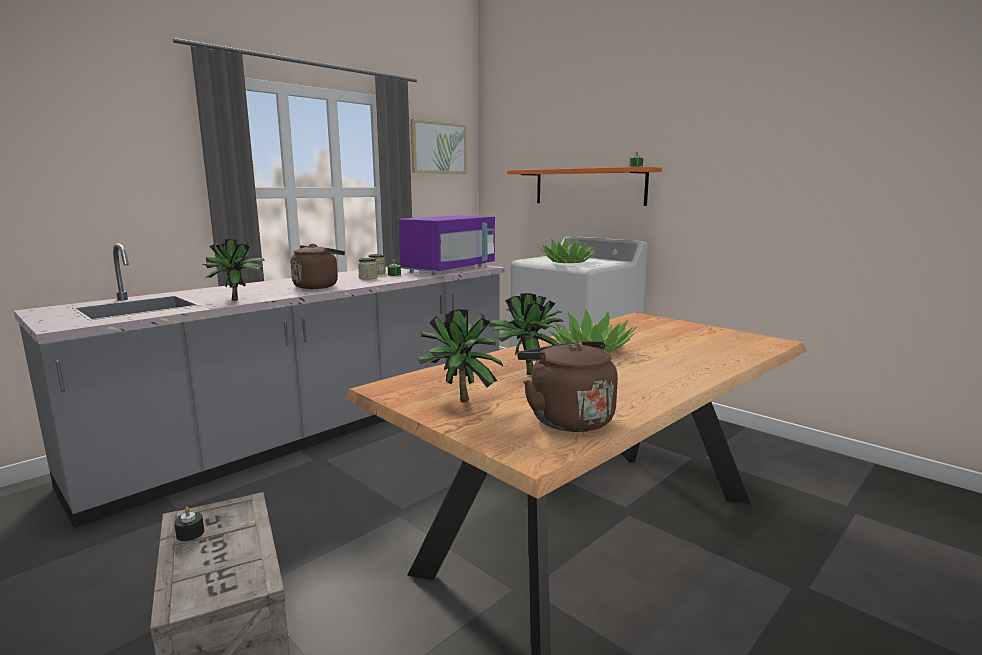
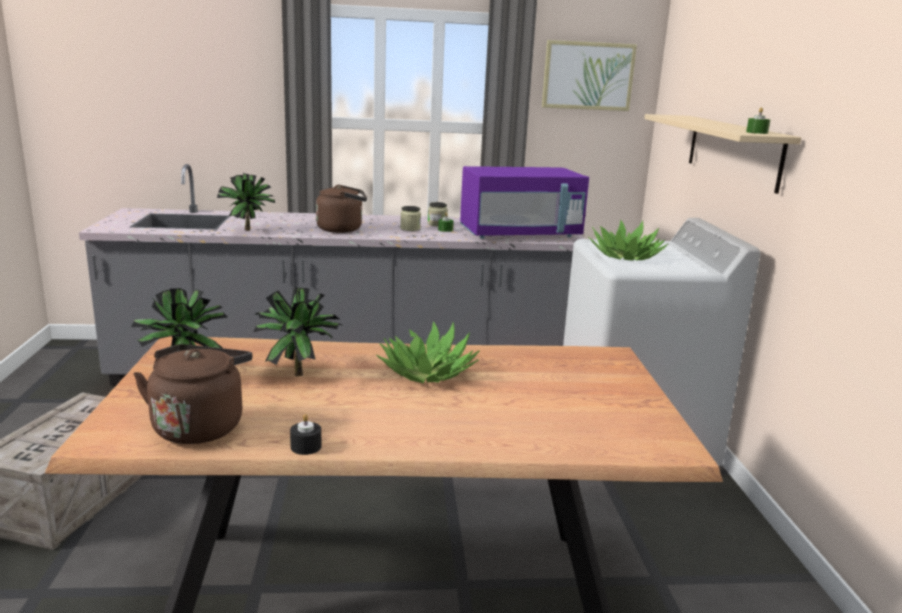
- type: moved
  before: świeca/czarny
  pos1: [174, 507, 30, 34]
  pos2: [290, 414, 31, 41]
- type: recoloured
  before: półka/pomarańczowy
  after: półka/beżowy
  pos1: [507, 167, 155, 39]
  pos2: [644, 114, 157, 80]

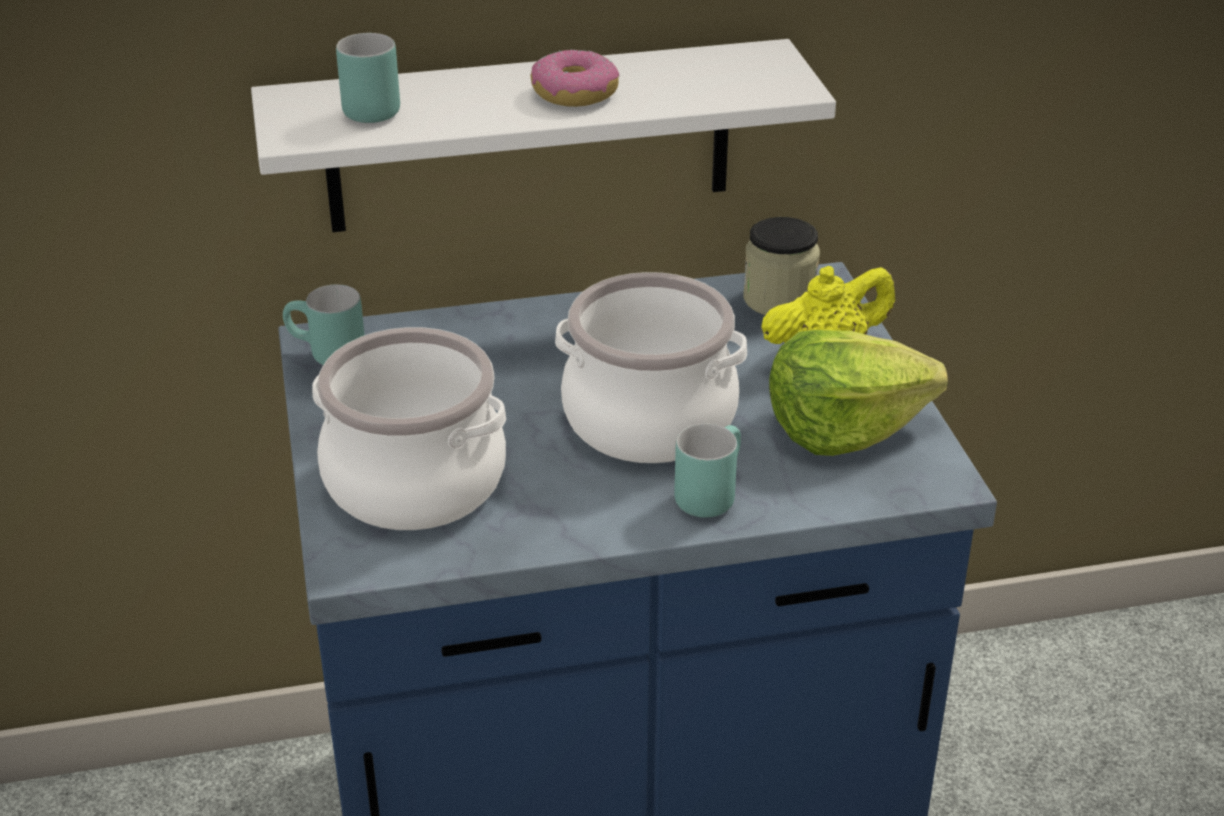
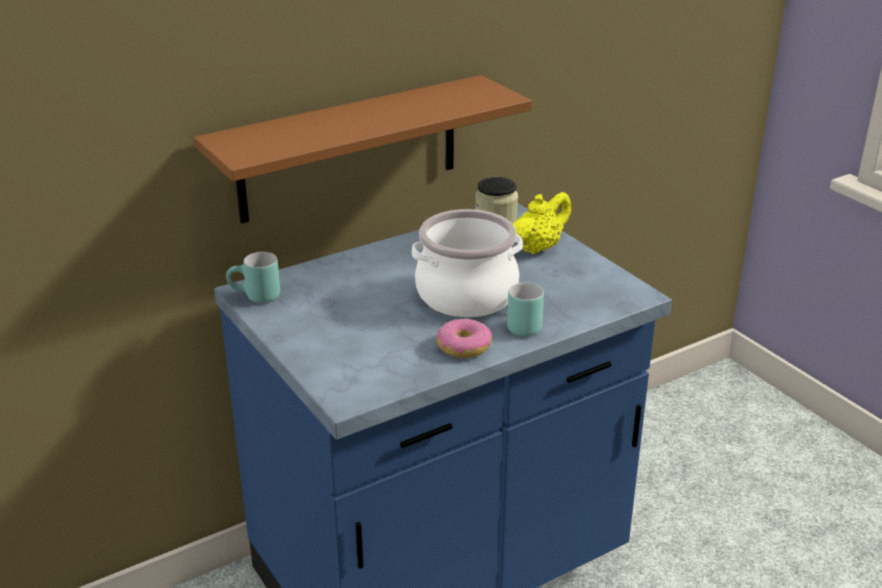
- type: recoloured
  before: półka/biały
  after: półka/brązowy
  pos1: [251, 39, 585, 193]
  pos2: [194, 75, 338, 149]
- type: removed
  before: garnek
  pos1: [312, 327, 194, 203]
- type: removed
  before: kubek/turkusowy
  pos1: [336, 33, 64, 90]
- type: moved
  before: donut
  pos1: [531, 49, 88, 58]
  pos2: [436, 318, 56, 40]
- type: removed
  before: sałata
  pos1: [769, 330, 179, 126]

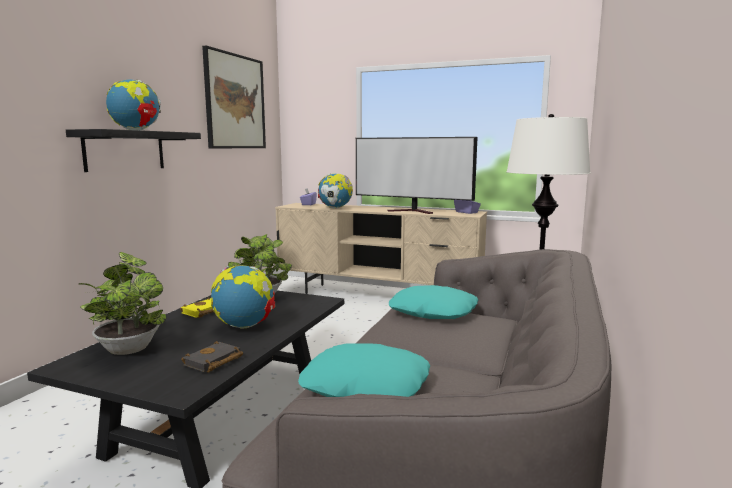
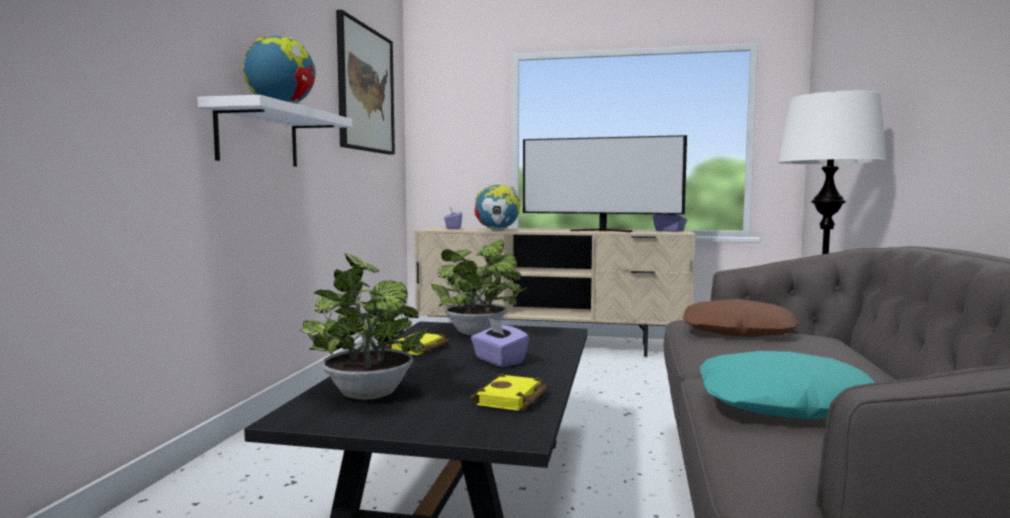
- type: recoloured
  before: półka/czarny
  after: półka/biały
  pos1: [66, 129, 135, 43]
  pos2: [197, 95, 155, 72]
- type: recoloured
  before: książka/czarny
  after: książka/żółty
  pos1: [181, 341, 62, 31]
  pos2: [470, 373, 78, 38]
- type: replaced
  before: globus
  after: pudełko chusteczek/fioletowy
  pos1: [211, 265, 64, 64]
  pos2: [471, 317, 58, 50]
- type: recoloured
  before: poduszka/turkusowy
  after: poduszka/brązowy
  pos1: [389, 285, 89, 34]
  pos2: [683, 299, 115, 38]

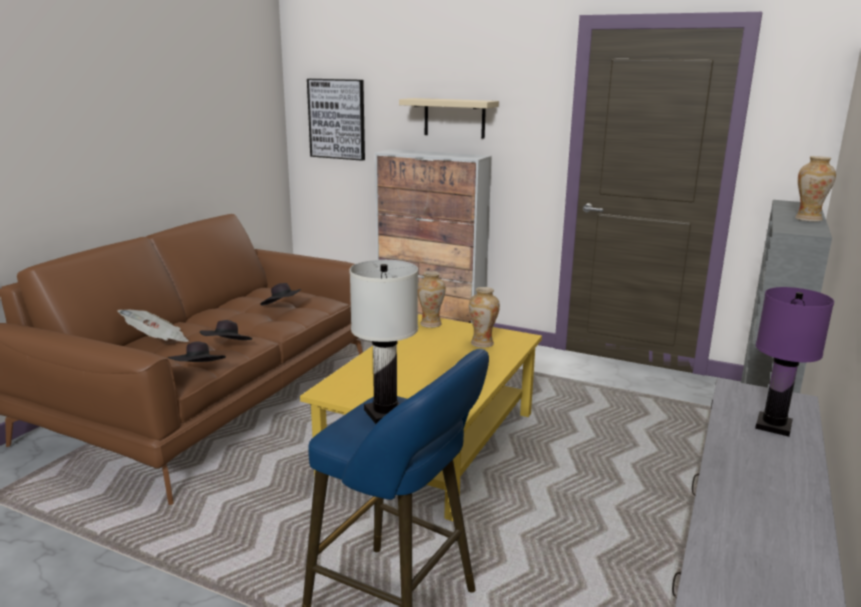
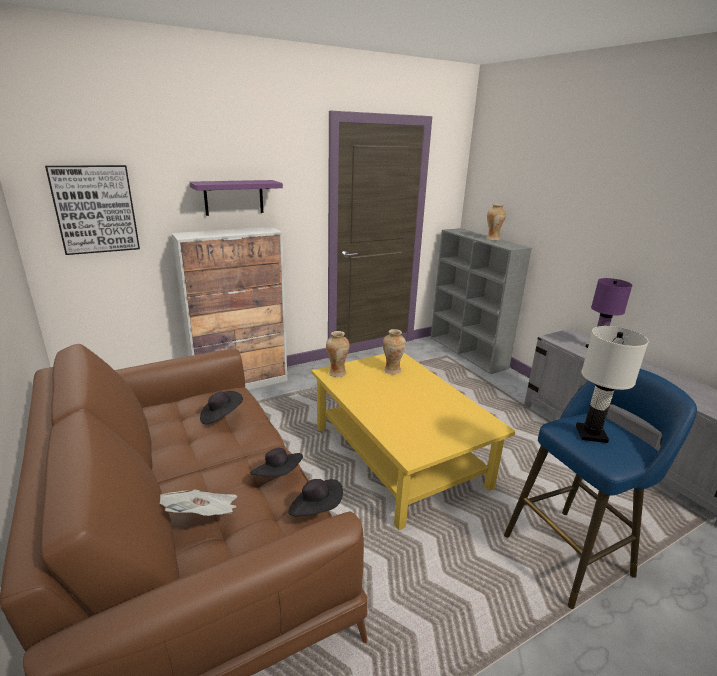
- type: recoloured
  before: półka/beżowy
  after: półka/fioletowy
  pos1: [399, 98, 100, 40]
  pos2: [190, 180, 93, 36]

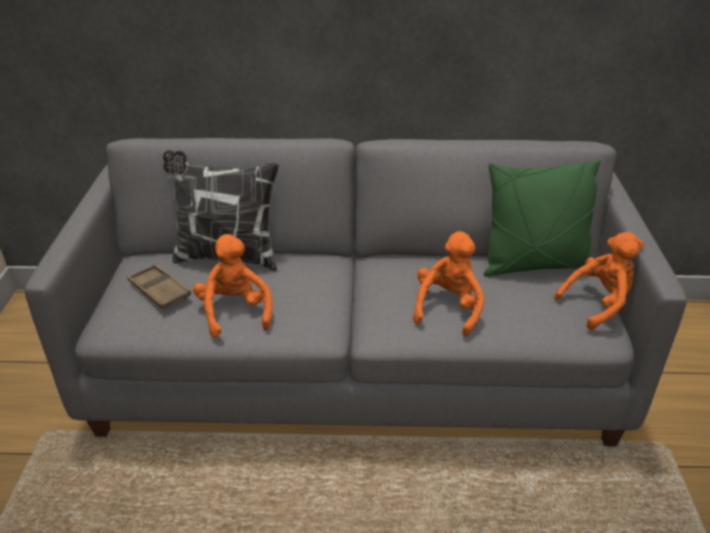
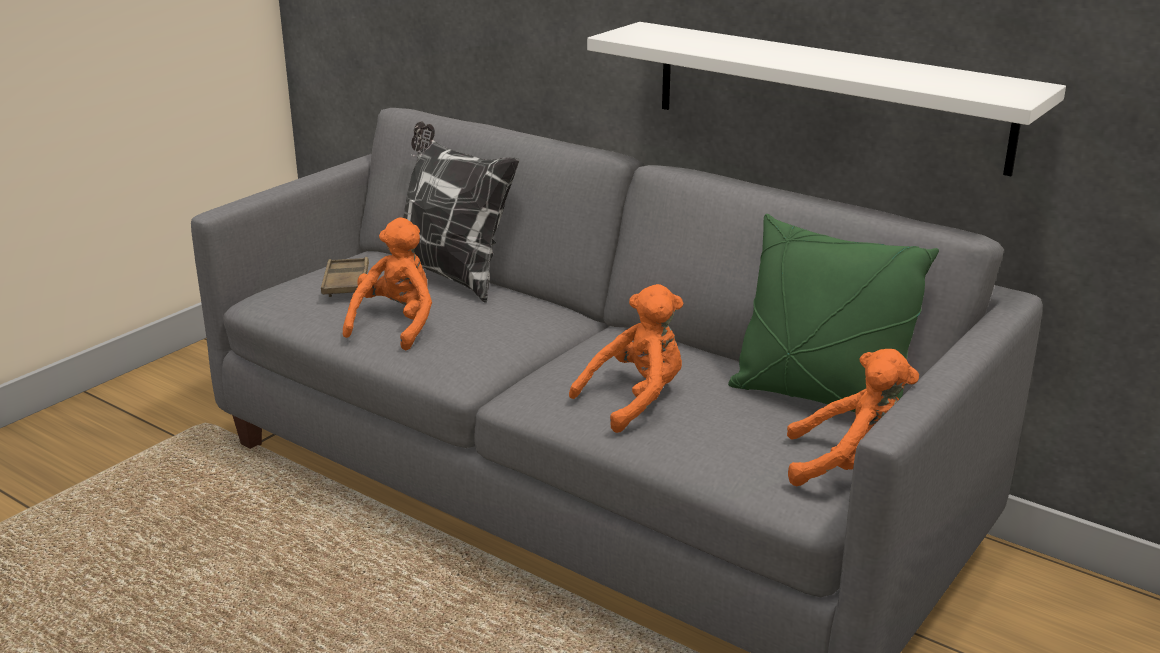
- type: added
  after: półka/biały
  pos2: [587, 22, 479, 154]

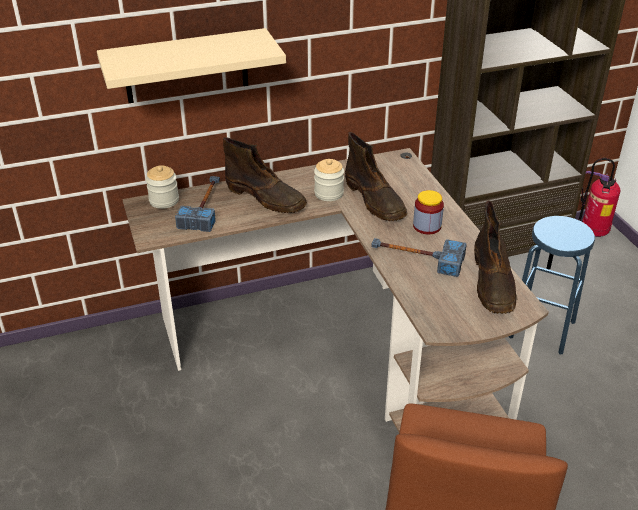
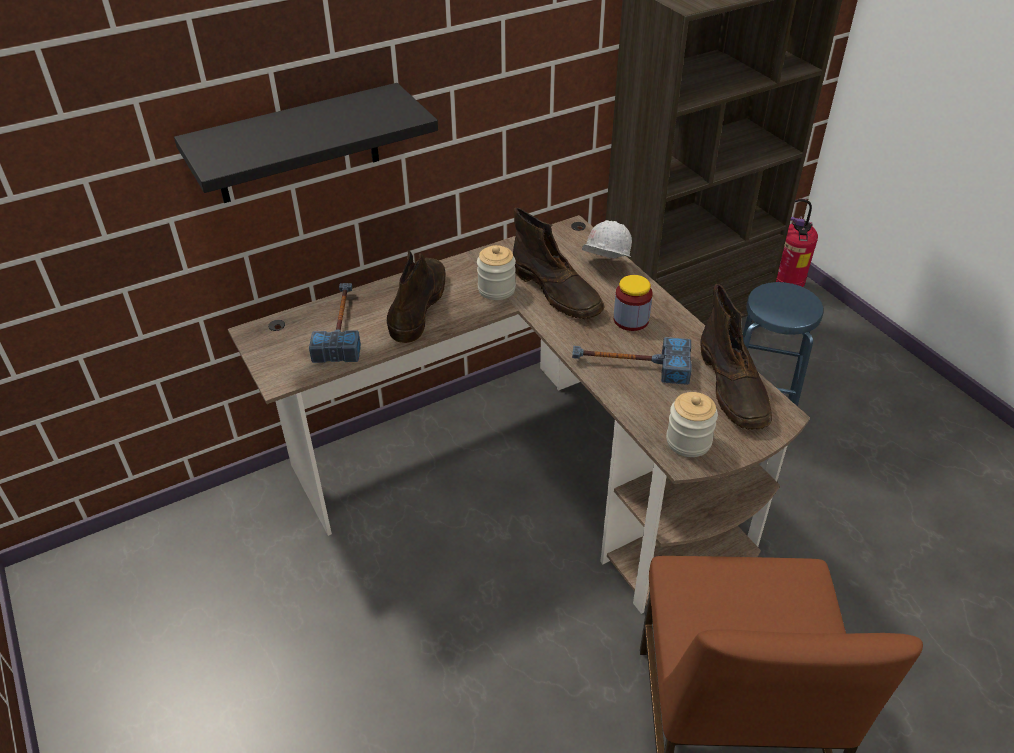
- type: recoloured
  before: półka/beżowy
  after: półka/czarny
  pos1: [97, 28, 189, 75]
  pos2: [174, 83, 264, 120]
- type: moved
  before: słoik
  pos1: [146, 165, 33, 44]
  pos2: [666, 392, 52, 65]
- type: turned
  before: but z cholewką/brązowy
  pos1: [223, 137, 84, 76]
  pos2: [387, 250, 58, 93]
  turn: -105
- type: added
  after: kask/biały
  pos2: [582, 220, 50, 39]

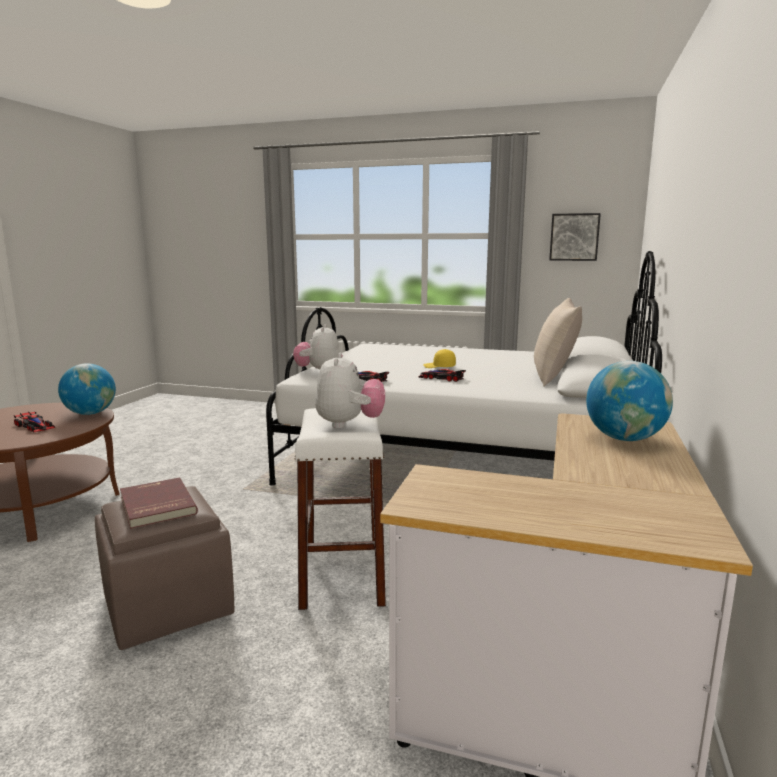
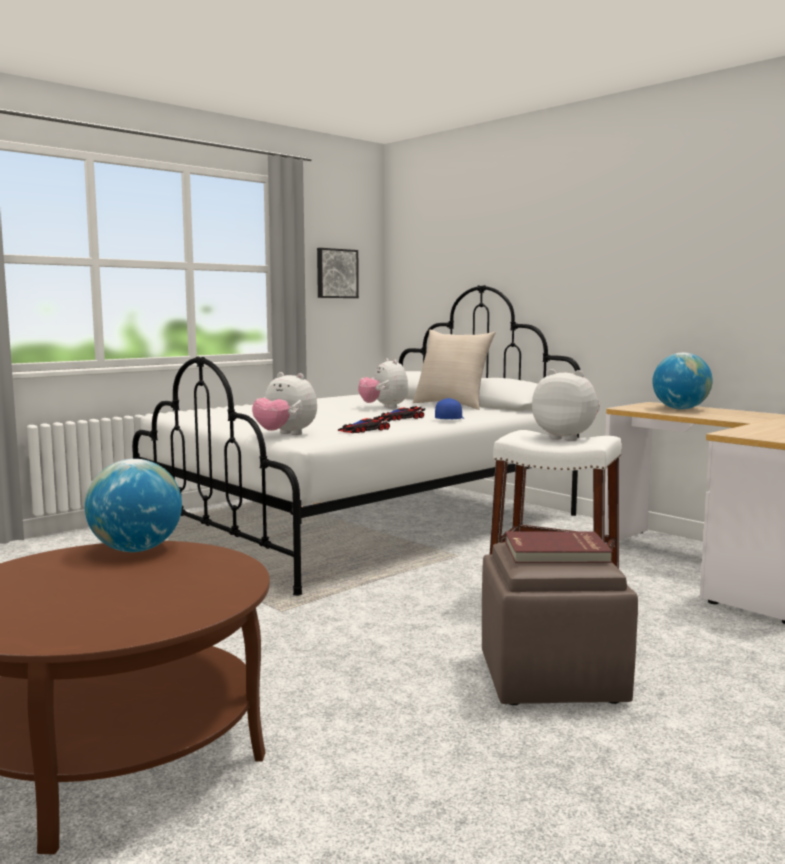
- type: removed
  before: samochodzik
  pos1: [14, 411, 41, 21]
- type: removed
  before: czapka z daszkiem/żółty
  pos1: [423, 349, 33, 19]
- type: added
  after: pluszak
  pos2: [358, 358, 50, 50]
- type: added
  after: czapka z daszkiem/niebieski
  pos2: [435, 398, 30, 21]

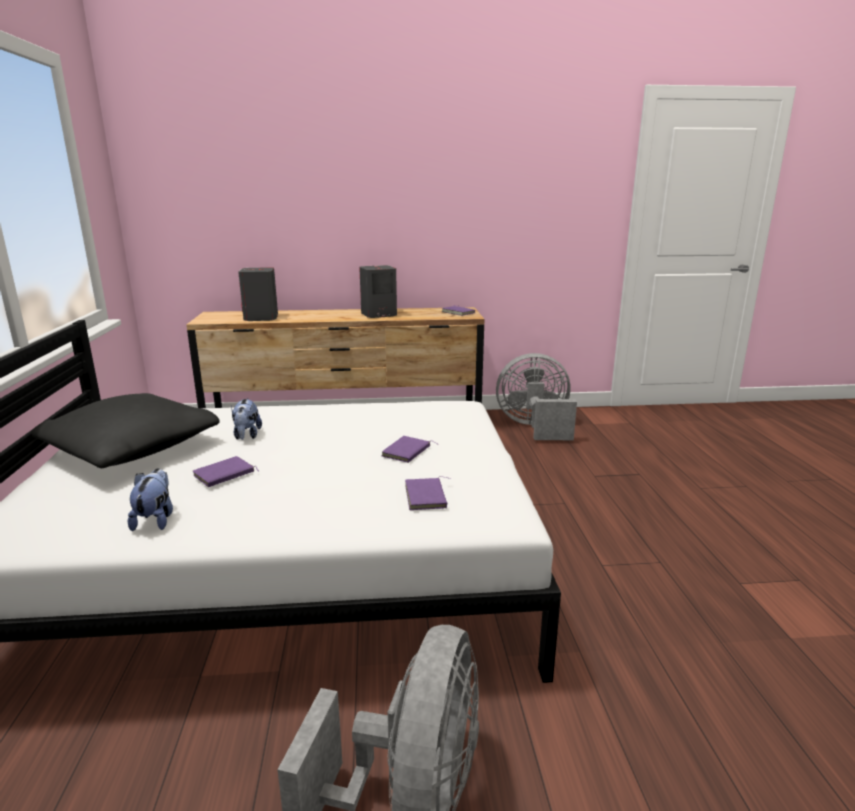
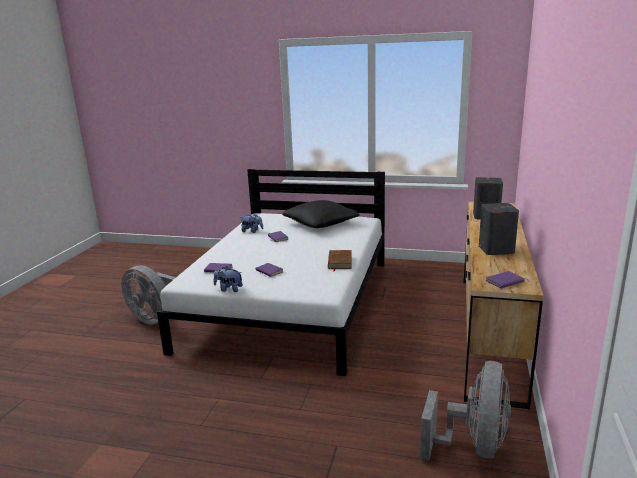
- type: moved
  before: pluszak
  pos1: [231, 398, 31, 42]
  pos2: [214, 266, 29, 26]
- type: added
  after: książka/brązowy
  pos2: [328, 250, 24, 22]

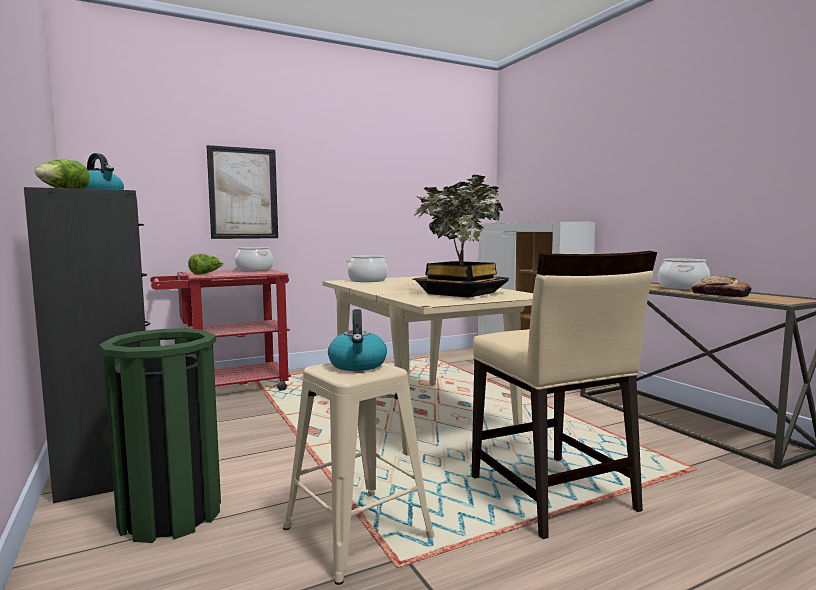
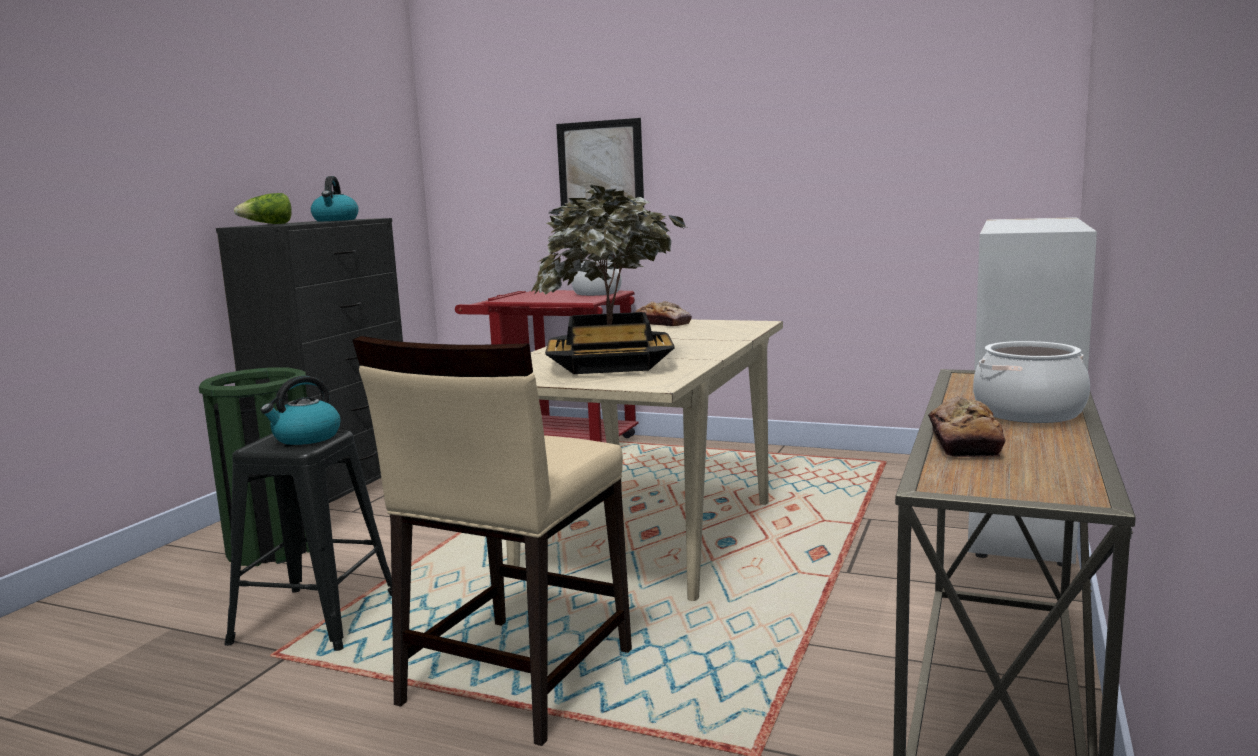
- type: removed
  before: sałata
  pos1: [188, 254, 35, 21]
- type: recoloured
  before: stołek/beżowy
  after: stołek/czarny
  pos1: [283, 362, 152, 223]
  pos2: [225, 430, 167, 221]
- type: replaced
  before: garnek
  after: chleb
  pos1: [346, 255, 43, 27]
  pos2: [635, 301, 57, 25]

